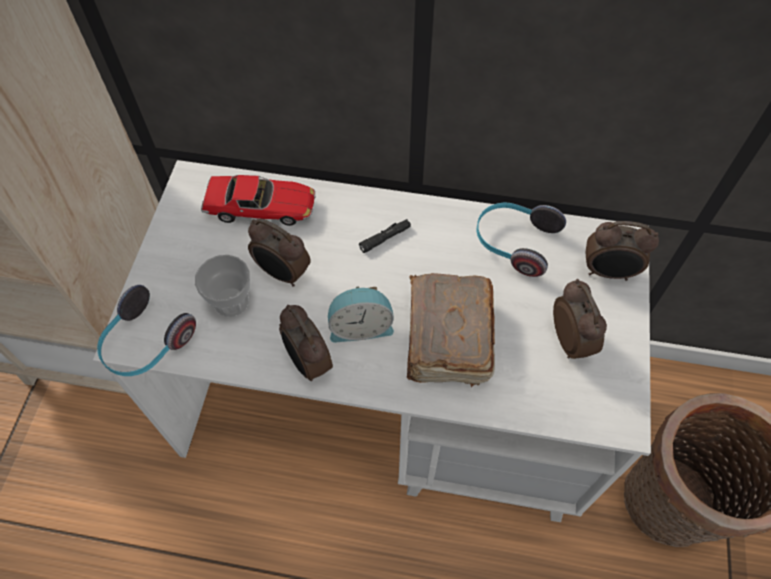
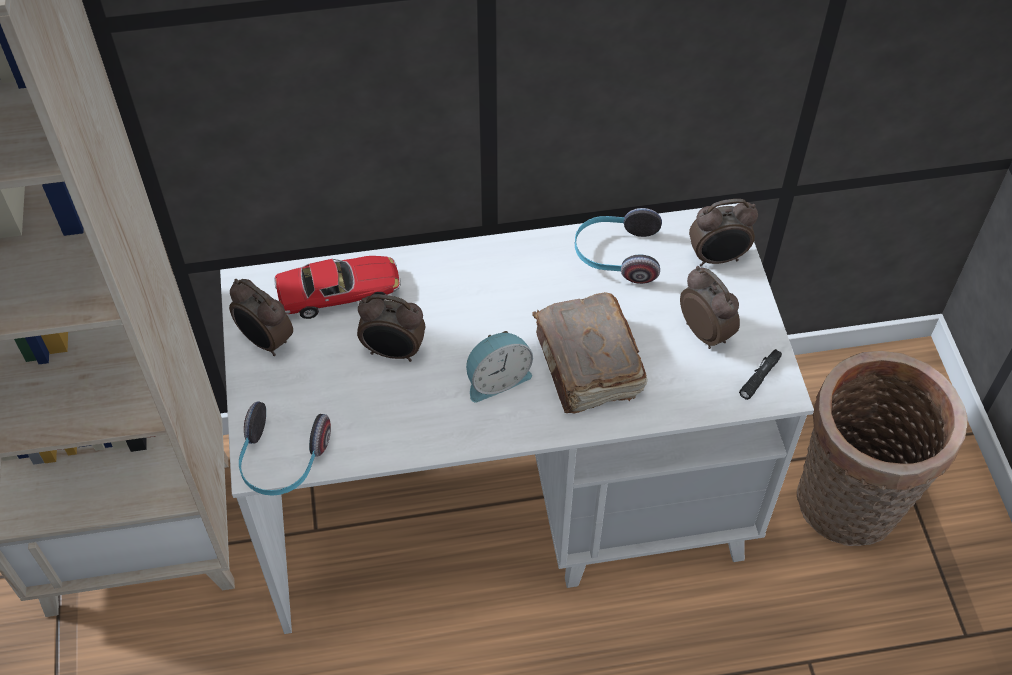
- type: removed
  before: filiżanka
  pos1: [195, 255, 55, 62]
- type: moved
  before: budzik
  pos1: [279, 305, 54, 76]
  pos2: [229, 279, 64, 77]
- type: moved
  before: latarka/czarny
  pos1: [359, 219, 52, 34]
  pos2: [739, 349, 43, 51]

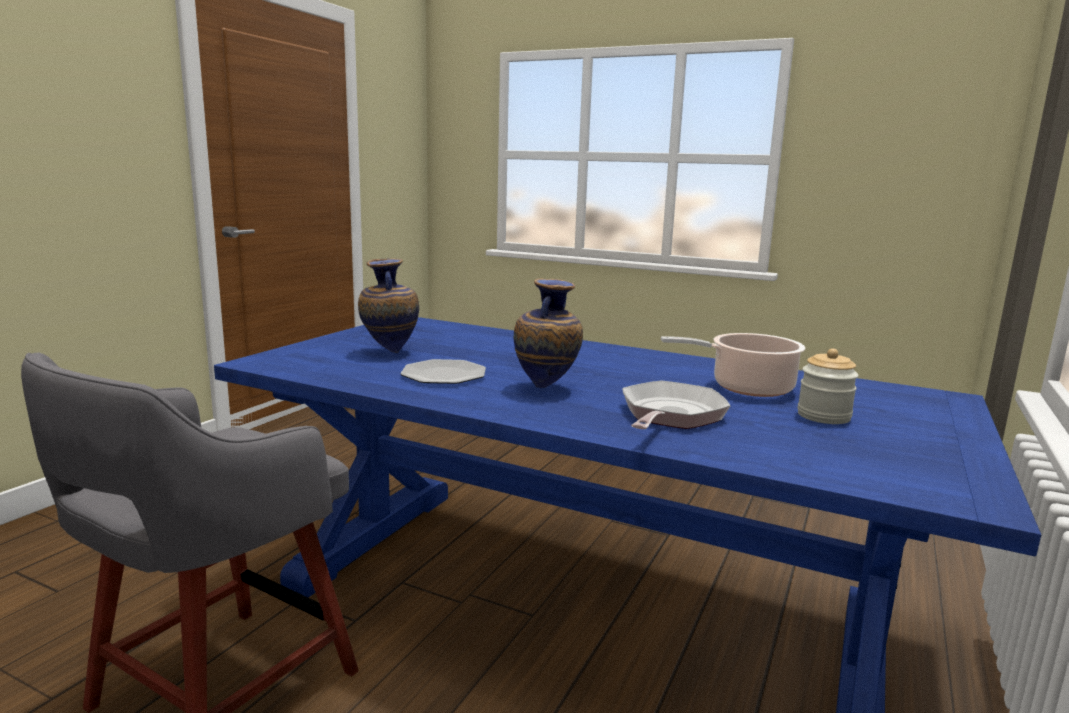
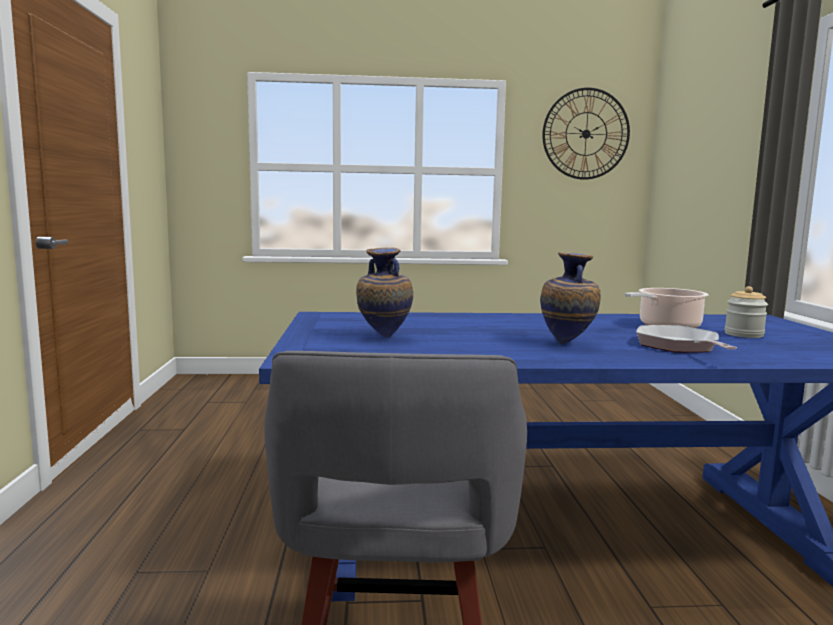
- type: removed
  before: talerz
  pos1: [401, 359, 85, 25]
- type: added
  after: zegar ścienny
  pos2: [543, 88, 87, 92]

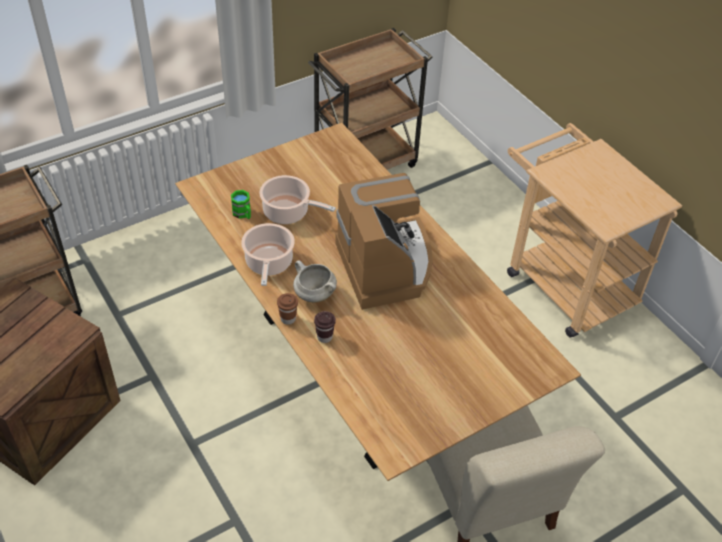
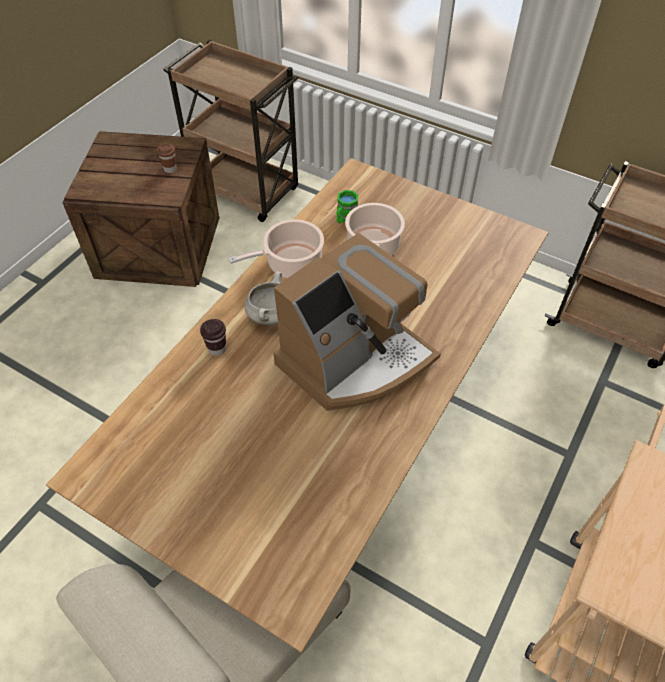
- type: moved
  before: filiżanka/brązowy
  pos1: [277, 293, 21, 32]
  pos2: [157, 143, 20, 30]

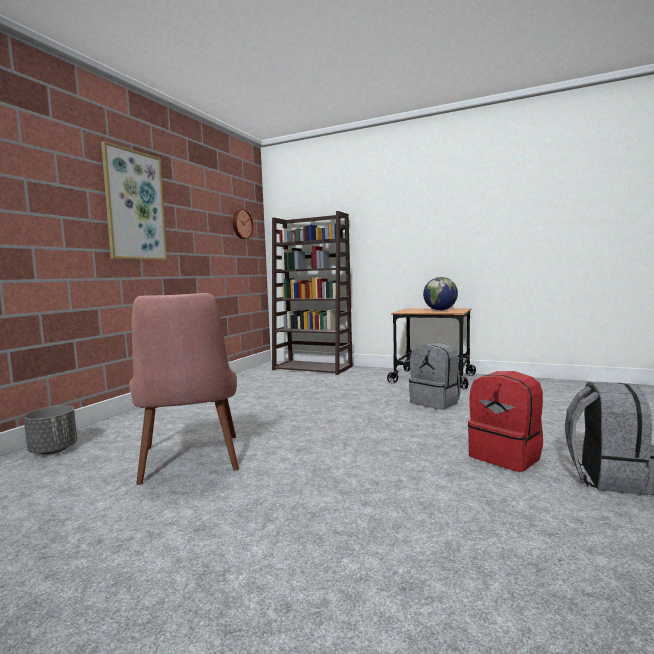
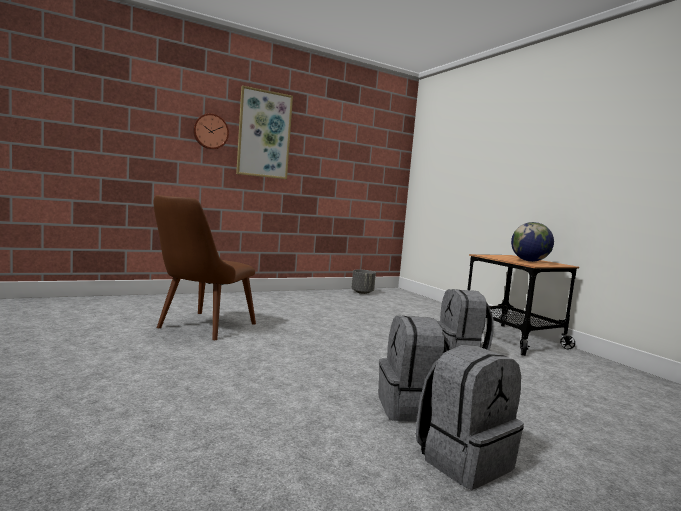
- type: moved
  before: donica/szary
  pos1: [23, 405, 54, 50]
  pos2: [351, 270, 25, 24]
- type: recoloured
  before: krzesło/różowy
  after: krzesło/brązowy
  pos1: [129, 293, 110, 192]
  pos2: [154, 195, 102, 145]
- type: moved
  before: zegar ścienny
  pos1: [233, 209, 21, 30]
  pos2: [193, 114, 36, 35]
- type: removed
  before: regał/brązowy
  pos1: [272, 211, 80, 164]
- type: recoloured
  before: plecak/czerwony
  after: plecak/szary
  pos1: [468, 371, 75, 101]
  pos2: [378, 316, 74, 106]

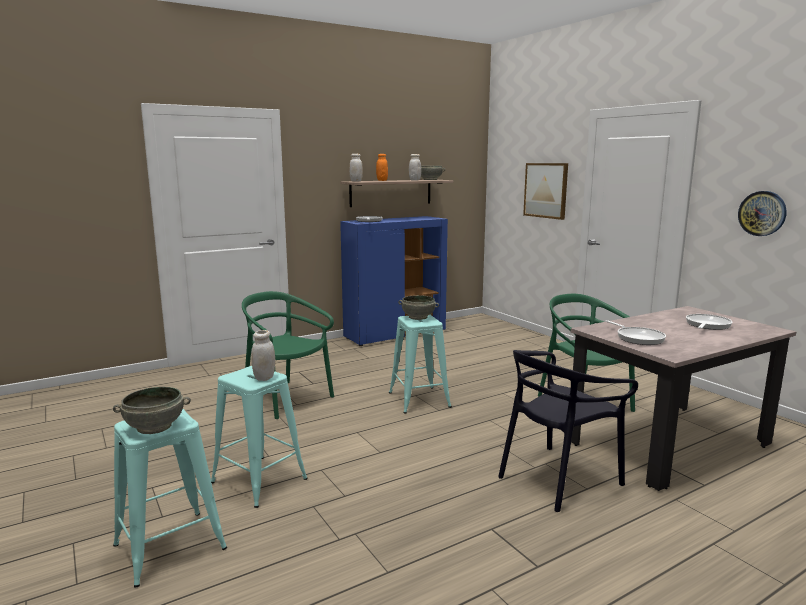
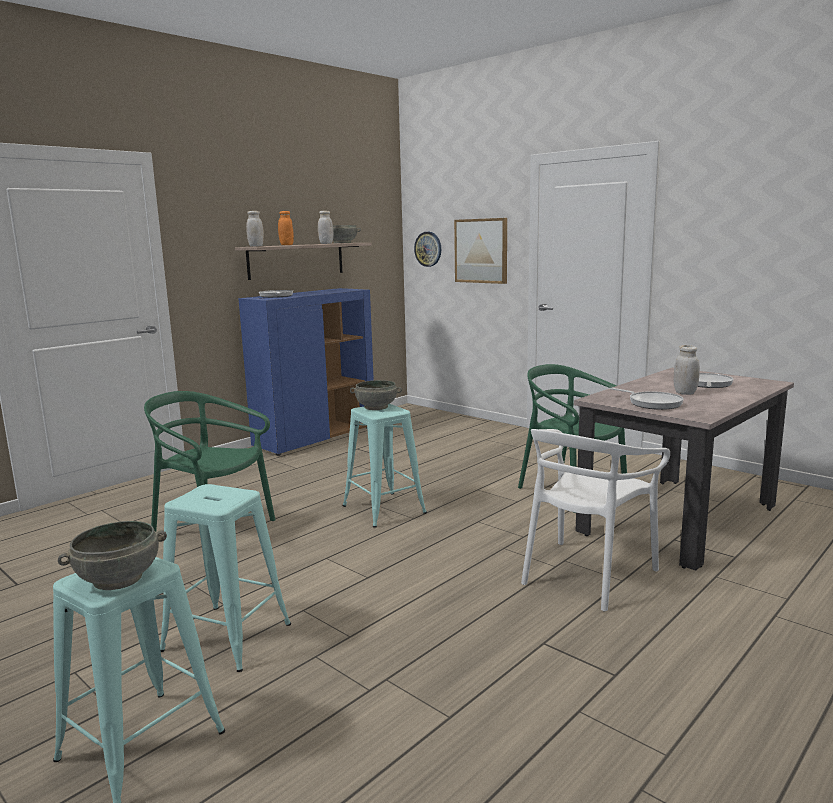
- type: moved
  before: słoik/biały
  pos1: [252, 330, 23, 51]
  pos2: [674, 345, 26, 50]
- type: recoloured
  before: krzesło/czarny
  after: krzesło/biały
  pos1: [498, 350, 140, 162]
  pos2: [521, 429, 149, 182]
- type: moved
  before: zegar ścienny
  pos1: [738, 191, 49, 45]
  pos2: [414, 232, 27, 35]

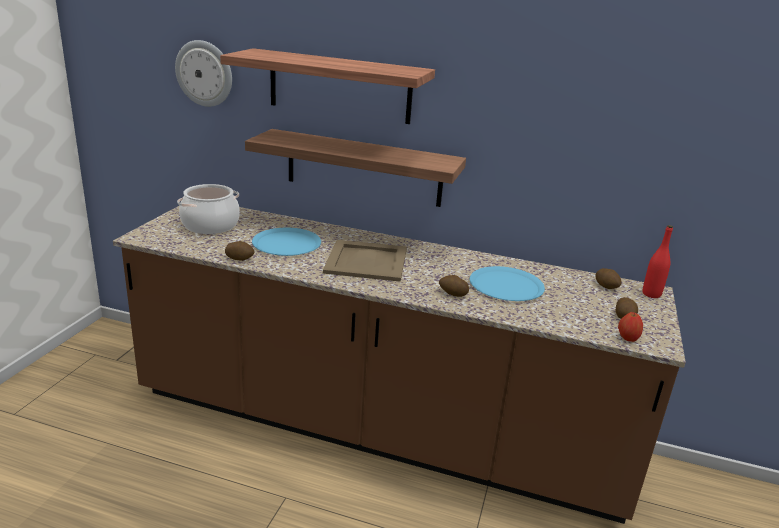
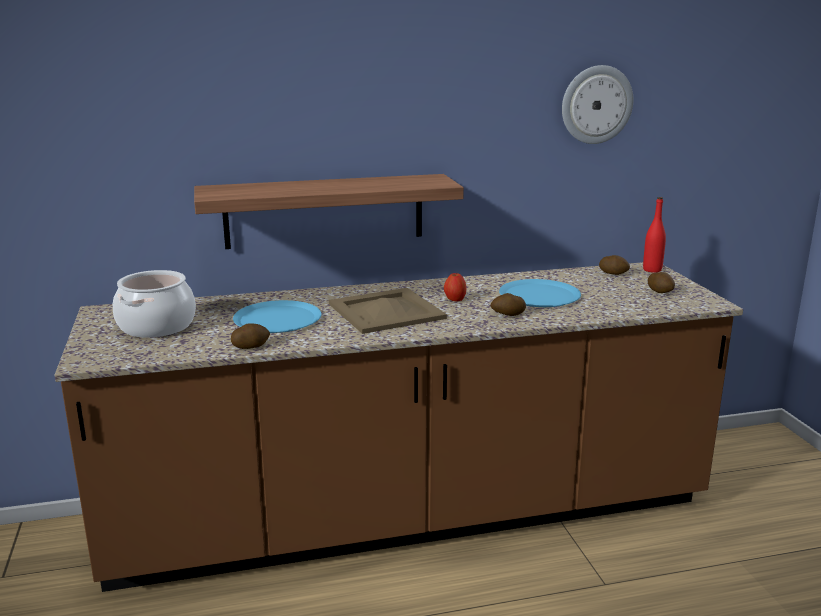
- type: moved
  before: zegar ścienny
  pos1: [175, 40, 57, 67]
  pos2: [562, 65, 71, 79]
- type: removed
  before: półka
  pos1: [220, 48, 215, 76]
- type: moved
  before: jabłko
  pos1: [618, 312, 25, 30]
  pos2: [444, 273, 22, 29]

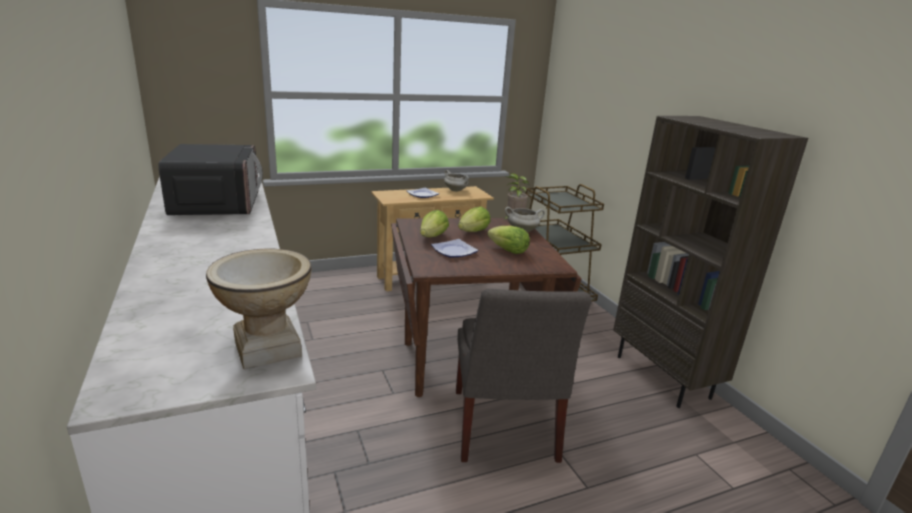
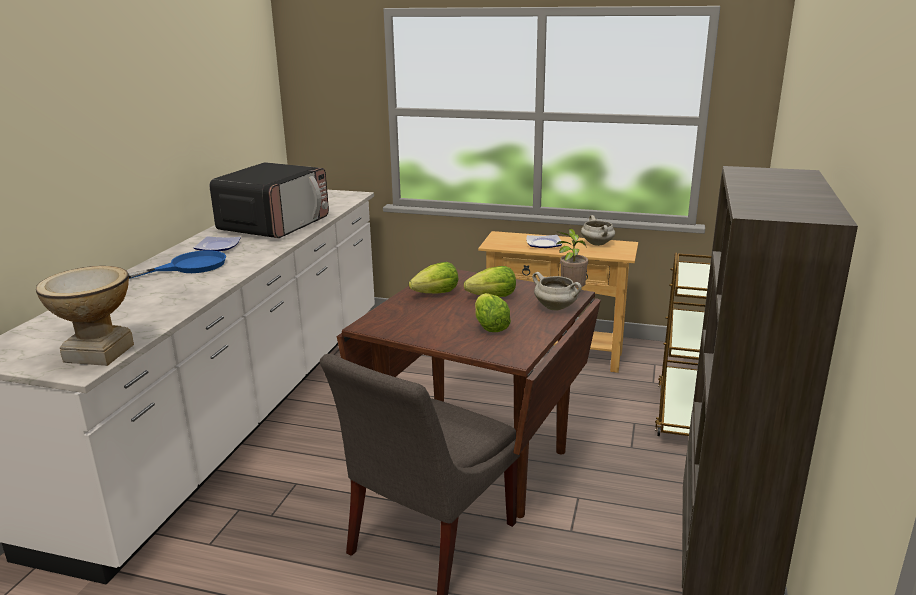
- type: moved
  before: talerz
  pos1: [431, 239, 47, 18]
  pos2: [193, 236, 48, 15]
- type: added
  after: patelnia/niebieski
  pos2: [128, 250, 98, 29]

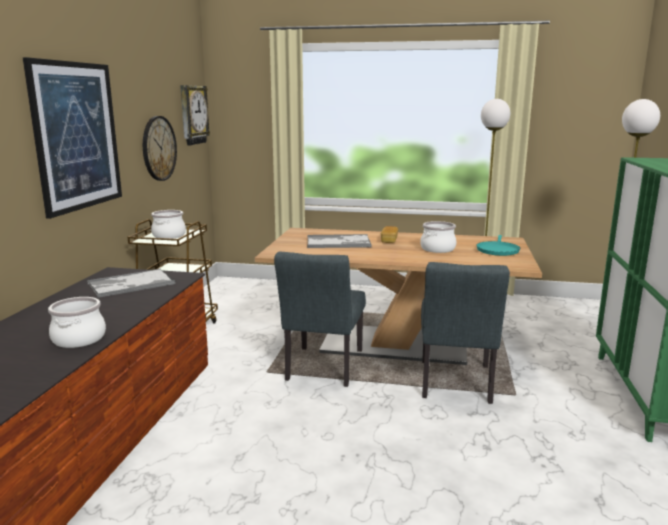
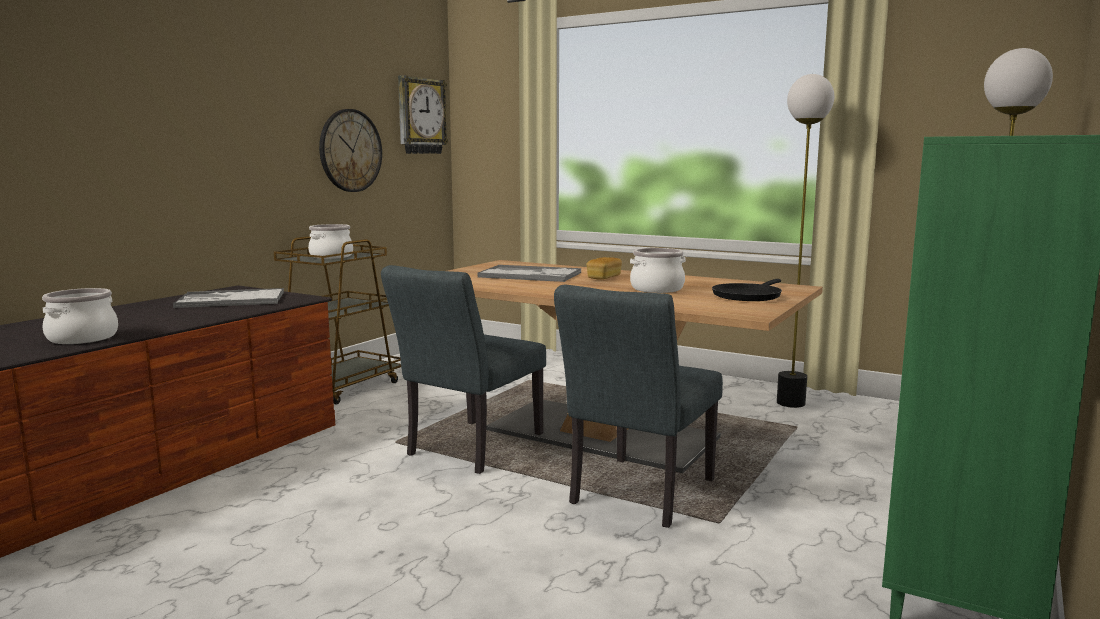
- type: removed
  before: obraz
  pos1: [22, 57, 100, 162]
- type: recoloured
  before: patelnia/turkusowy
  after: patelnia/czarny
  pos1: [477, 235, 43, 21]
  pos2: [712, 279, 70, 22]

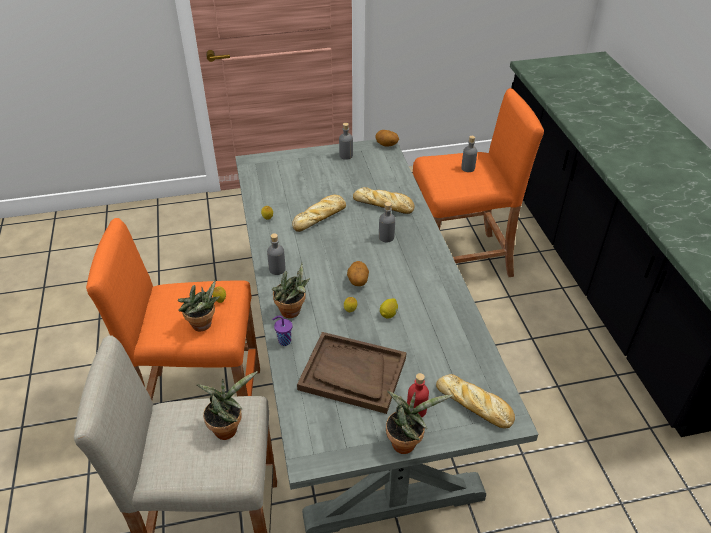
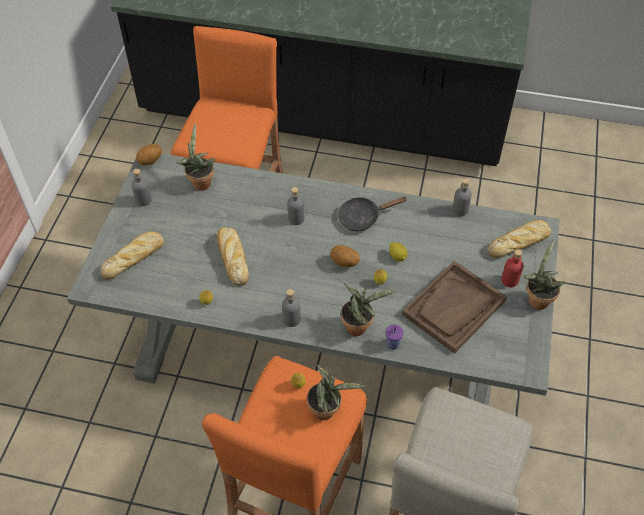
- type: moved
  before: roślina doniczkowa
  pos1: [197, 371, 61, 69]
  pos2: [177, 123, 38, 68]
- type: moved
  before: chleb
  pos1: [353, 187, 62, 27]
  pos2: [101, 231, 63, 49]
- type: moved
  before: butelka/szary
  pos1: [461, 136, 16, 36]
  pos2: [452, 178, 20, 38]
- type: added
  after: patelnia/czarny
  pos2: [338, 196, 70, 35]

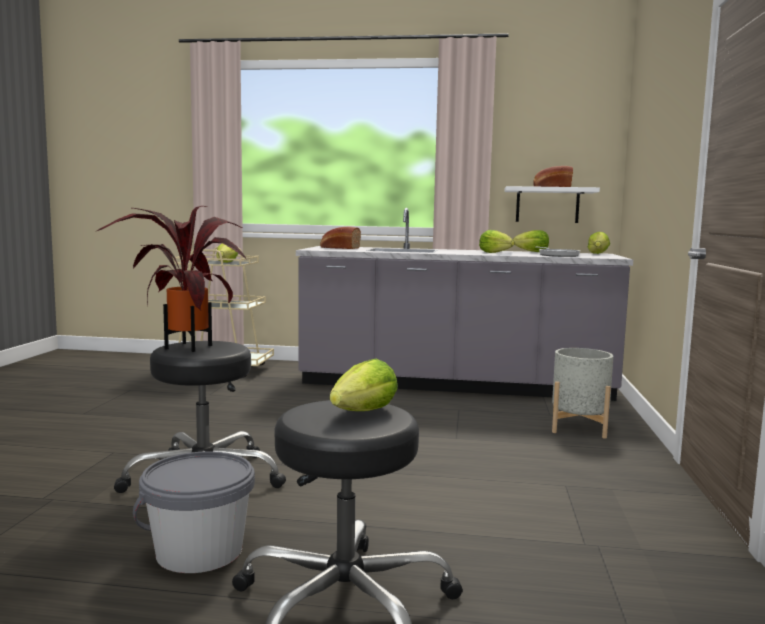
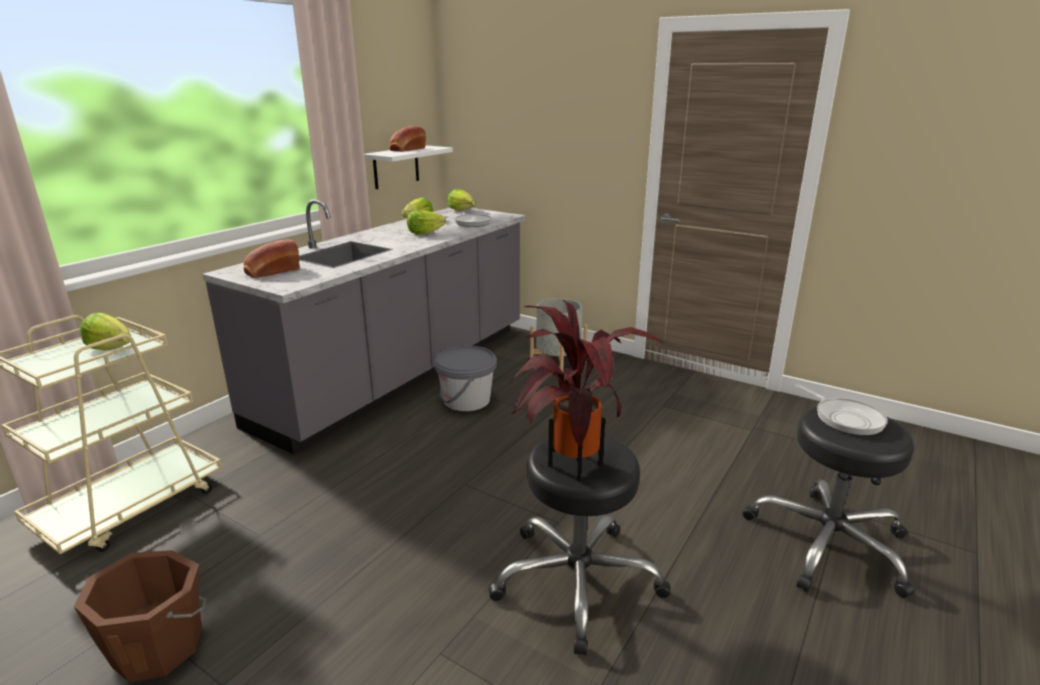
- type: moved
  before: wiadro/szary
  pos1: [133, 451, 122, 122]
  pos2: [434, 345, 63, 66]
- type: replaced
  before: sałata
  after: patelnia
  pos1: [330, 359, 68, 52]
  pos2: [795, 385, 93, 50]
- type: added
  after: wiadro/brązowy
  pos2: [74, 550, 132, 132]

